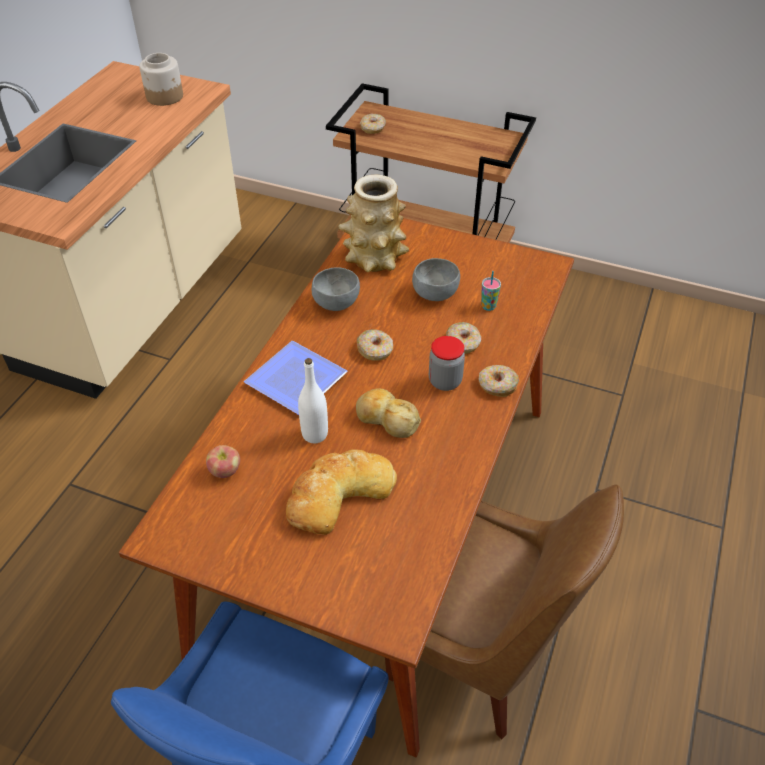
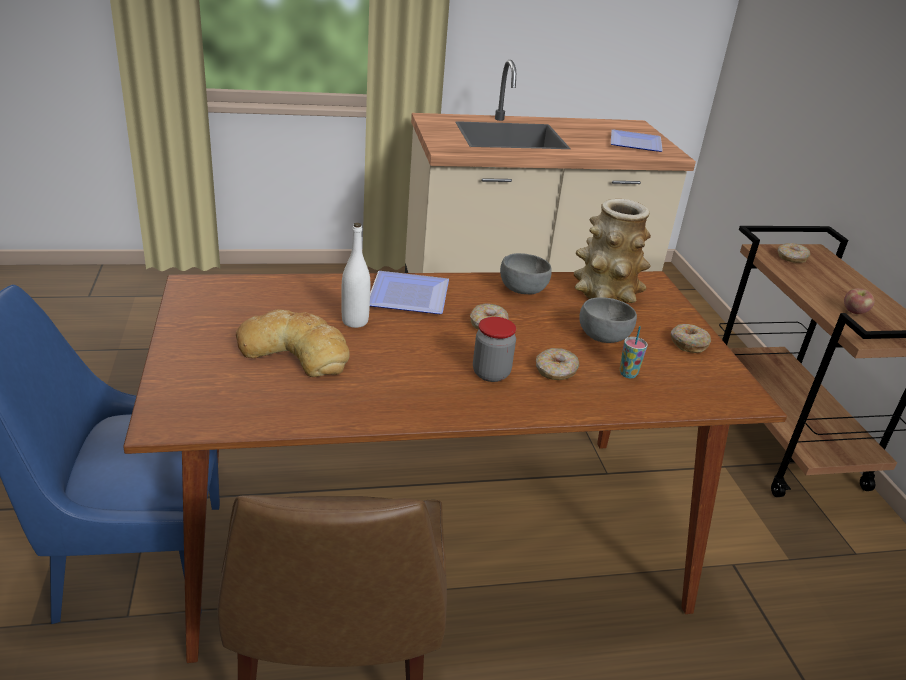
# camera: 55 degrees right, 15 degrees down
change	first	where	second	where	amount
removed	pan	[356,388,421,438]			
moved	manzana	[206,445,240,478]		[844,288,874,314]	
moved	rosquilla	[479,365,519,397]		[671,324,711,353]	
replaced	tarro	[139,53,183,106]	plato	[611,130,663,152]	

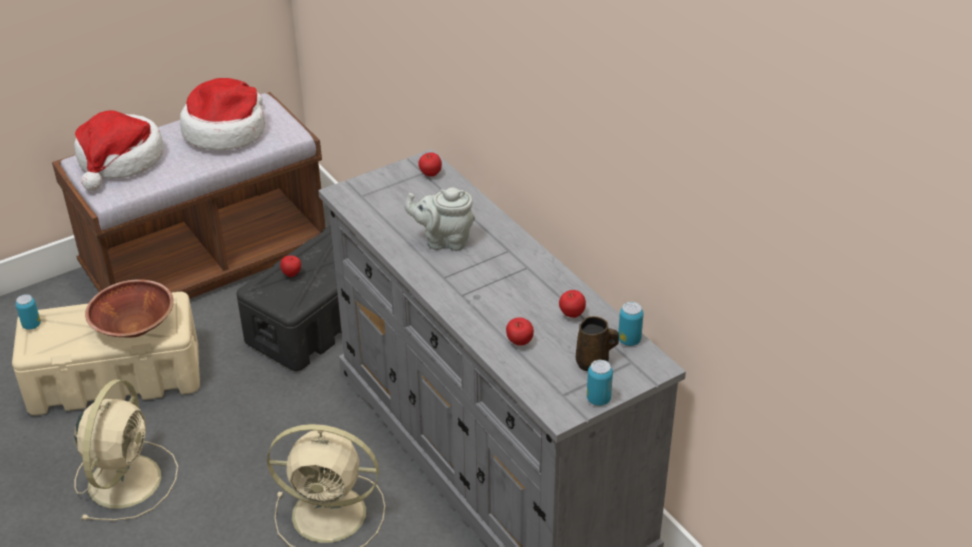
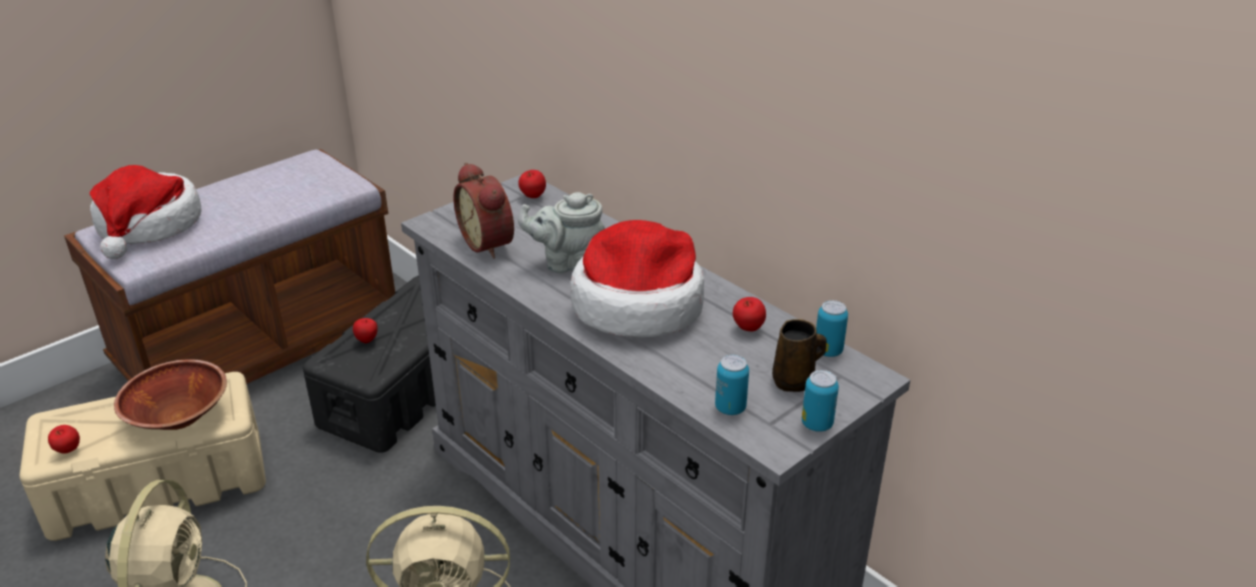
# camera: 10 degrees left, 5 degrees down
change	first	where	second	where	amount
added			despertador	[453,162,514,259]	
moved	lata	[15,294,41,330]		[715,355,749,415]	
moved	sombrero	[180,78,265,150]		[570,220,704,338]	
moved	manzana	[506,317,534,346]		[48,425,80,454]	

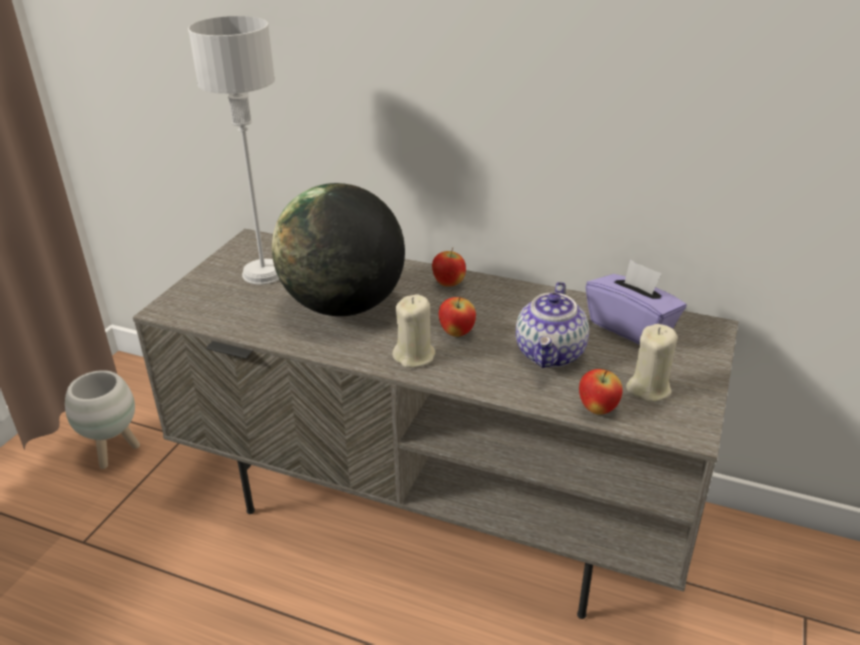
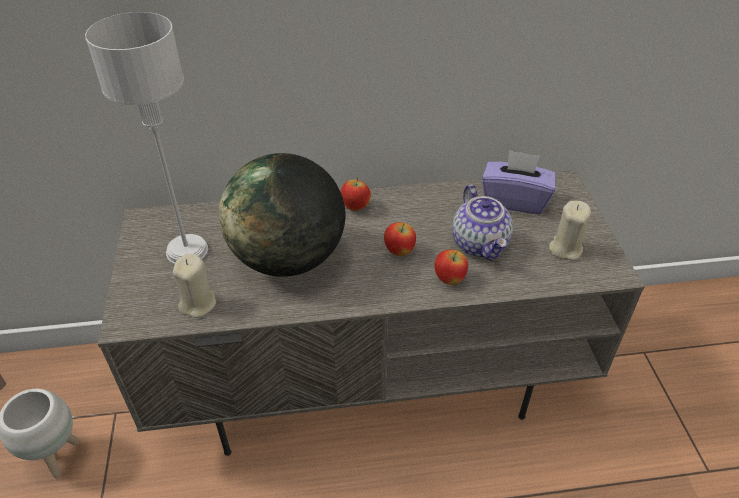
# camera: 30 degrees left, 10 degrees up
change	first	where	second	where	amount
moved	vela (beis)	[392,294,435,368]		[173,254,216,318]	
moved	manzana	[579,369,623,415]		[434,249,468,285]	

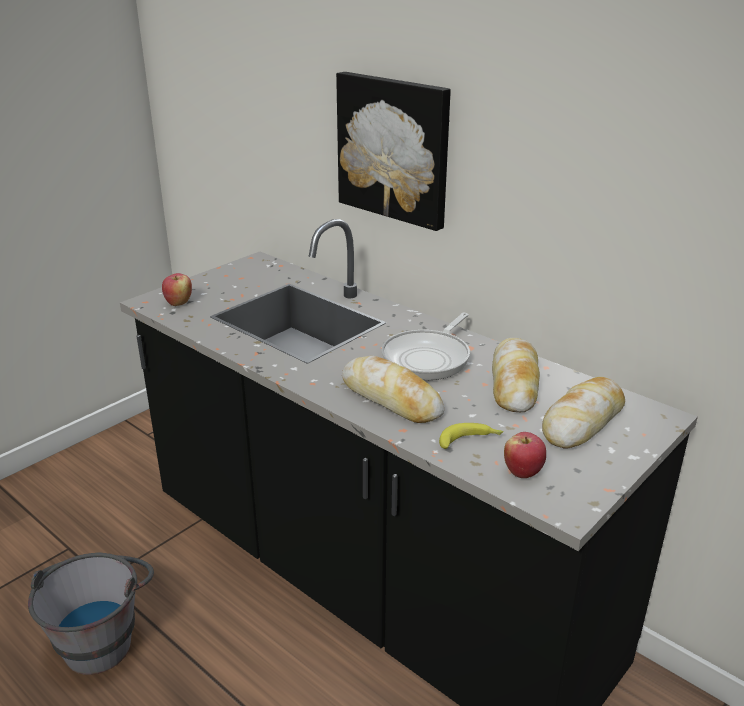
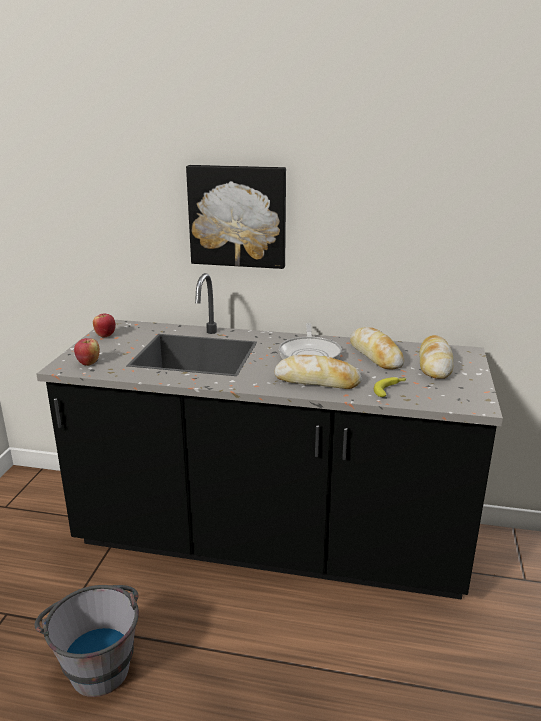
# camera: 30 degrees left, 5 degrees down
change	first	where	second	where	amount
moved	manzana	[504,432,546,478]		[93,314,116,337]	

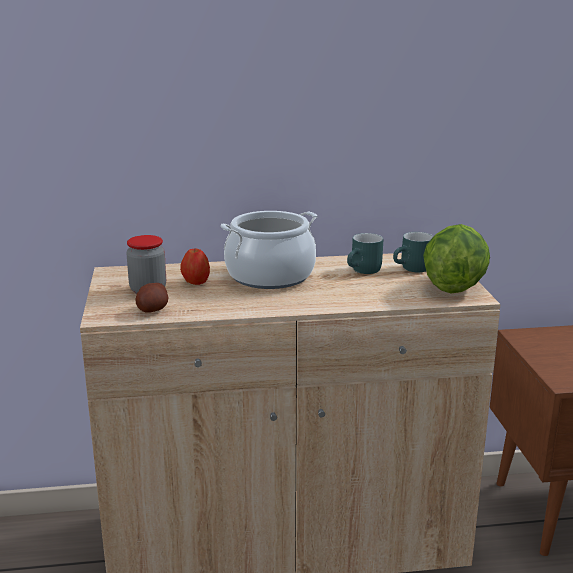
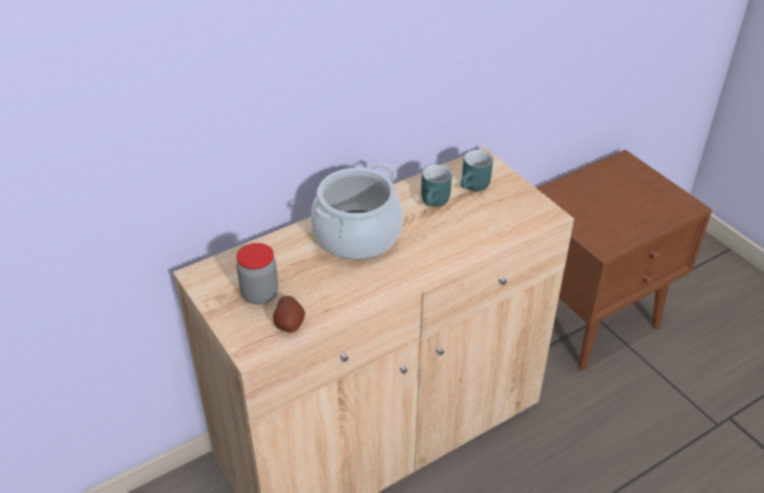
# camera: 25 degrees left, 20 degrees up
change	first	where	second	where	amount
removed	manzana	[180,249,210,285]			
removed	lechuga	[423,224,490,294]			

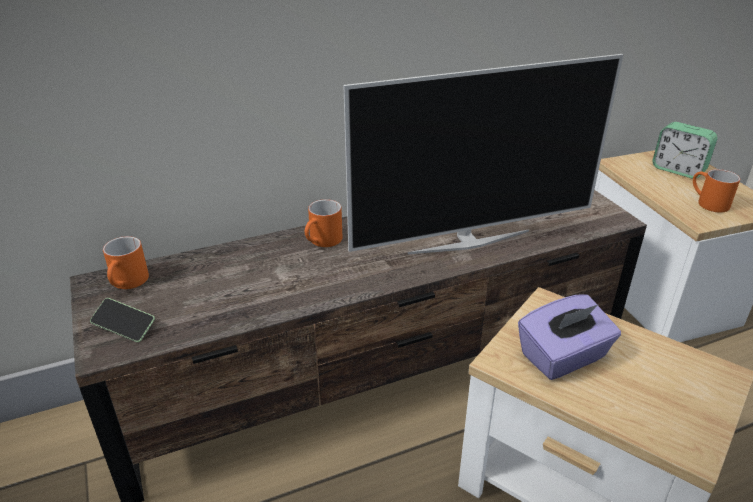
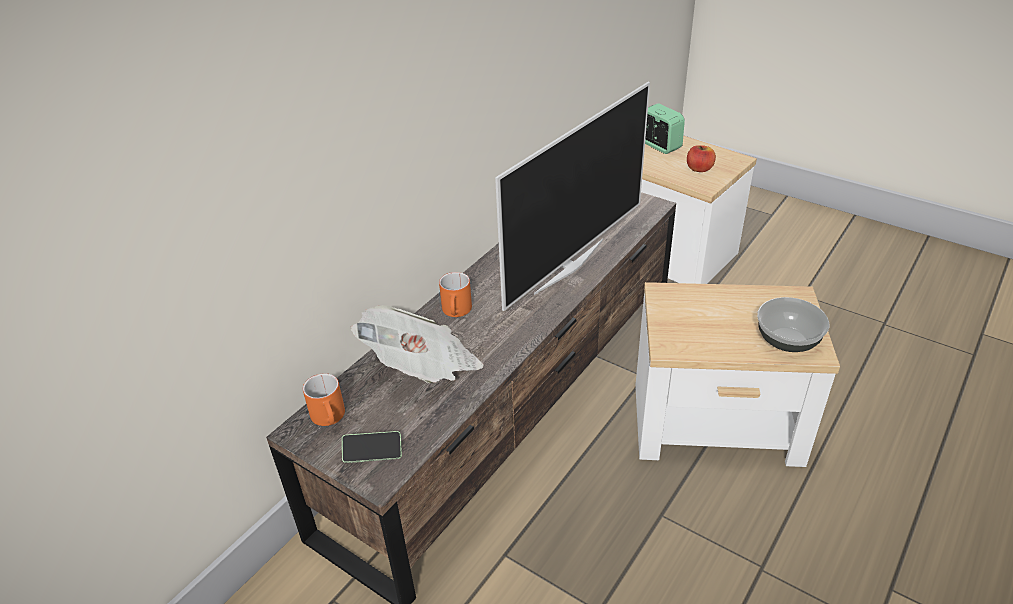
# camera: 30 degrees left, 5 degrees up
change	first	where	second	where	amount
removed	caja de pañuelos (morado)	[518,294,621,380]			
added			periódico	[350,305,484,384]	
added			cuenco	[757,297,829,352]	
replaced	taza grande (naranja)	[693,169,740,213]	manzana	[687,145,716,172]	
turned	despertador	[652,122,718,179]		[645,104,685,154]	135 degrees counterclockwise

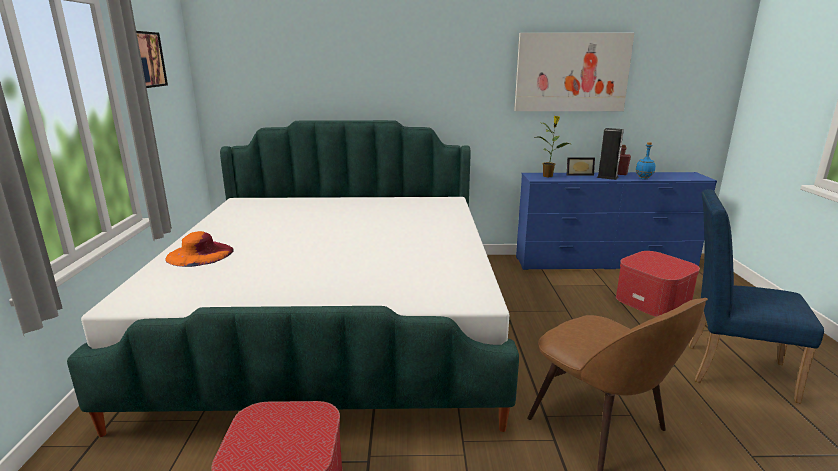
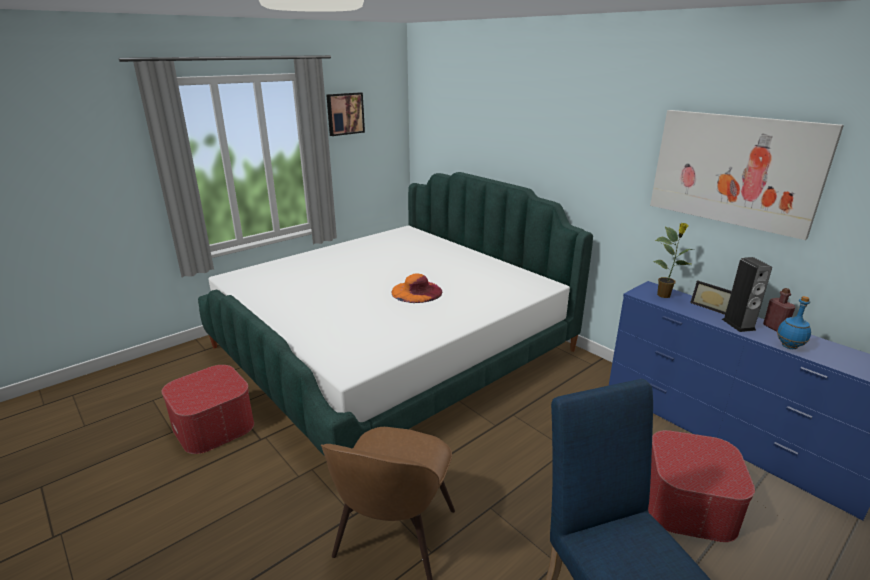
# camera: 50 degrees right, 5 degrees up
change	first	where	second	where	amount
moved	sombrero (naranja)	[165,231,234,267]		[392,273,442,303]	

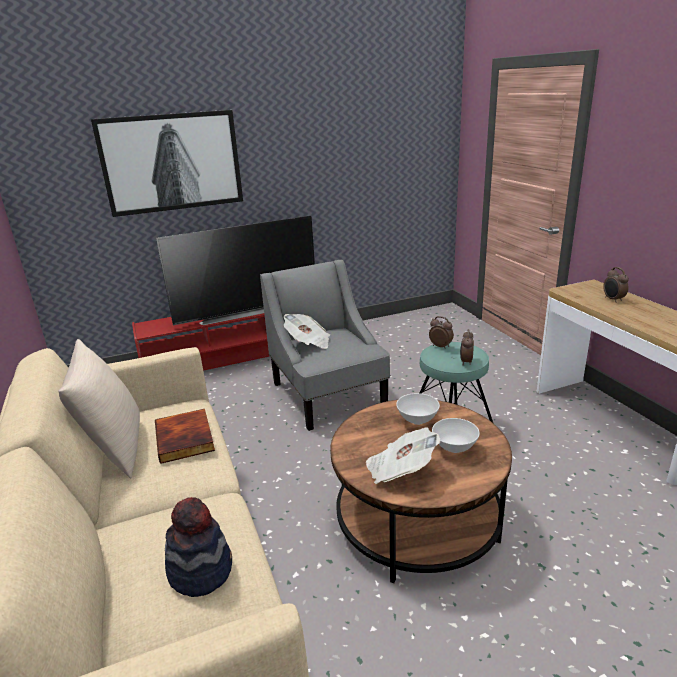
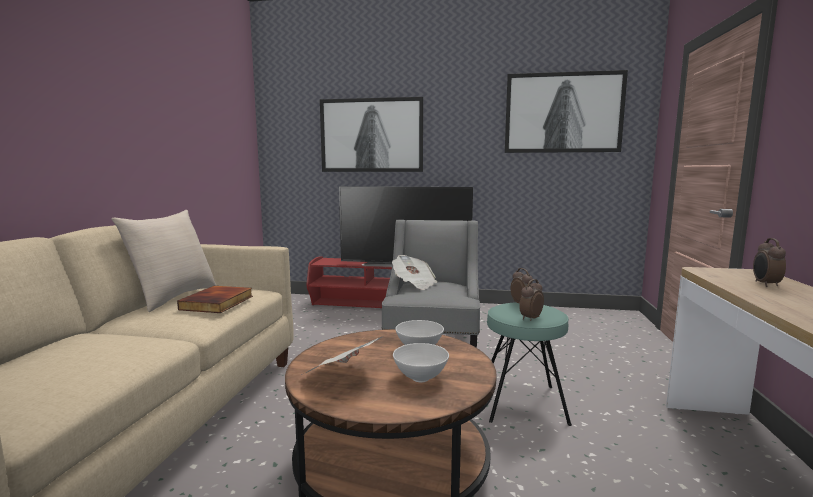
# camera: 30 degrees right, 15 degrees down
change	first	where	second	where	amount
removed	sombrero	[165,497,232,597]			
added			cuadro	[505,70,628,153]	

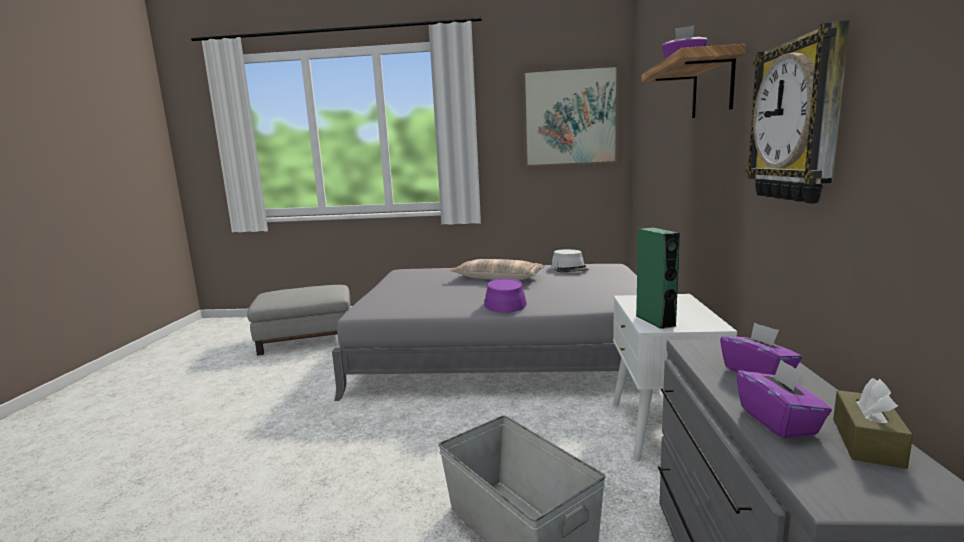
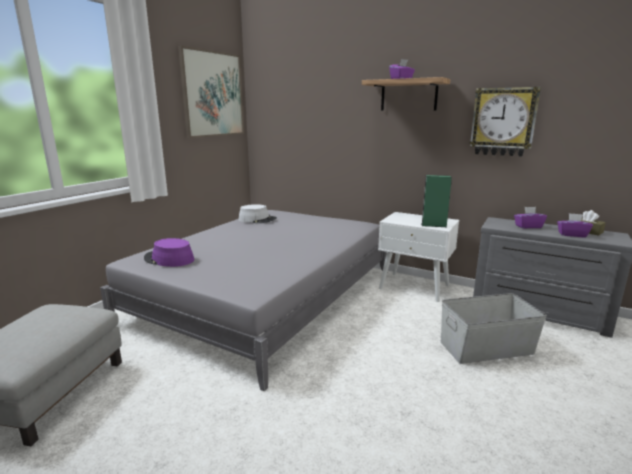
# camera: 65 degrees left, 5 degrees up
change	first	where	second	where	amount
removed	cojín	[450,259,544,280]			
moved	sombrero (morado)	[484,278,527,313]		[144,238,194,267]	

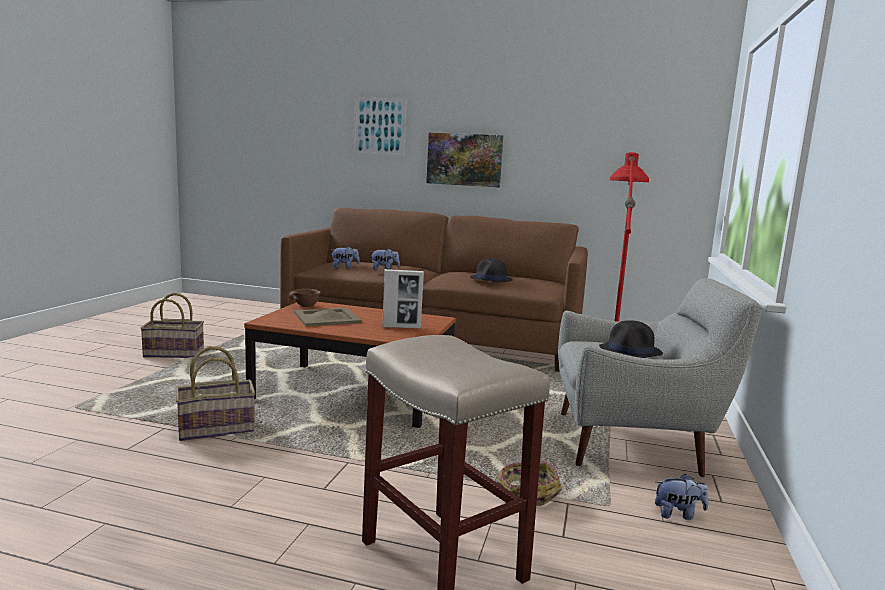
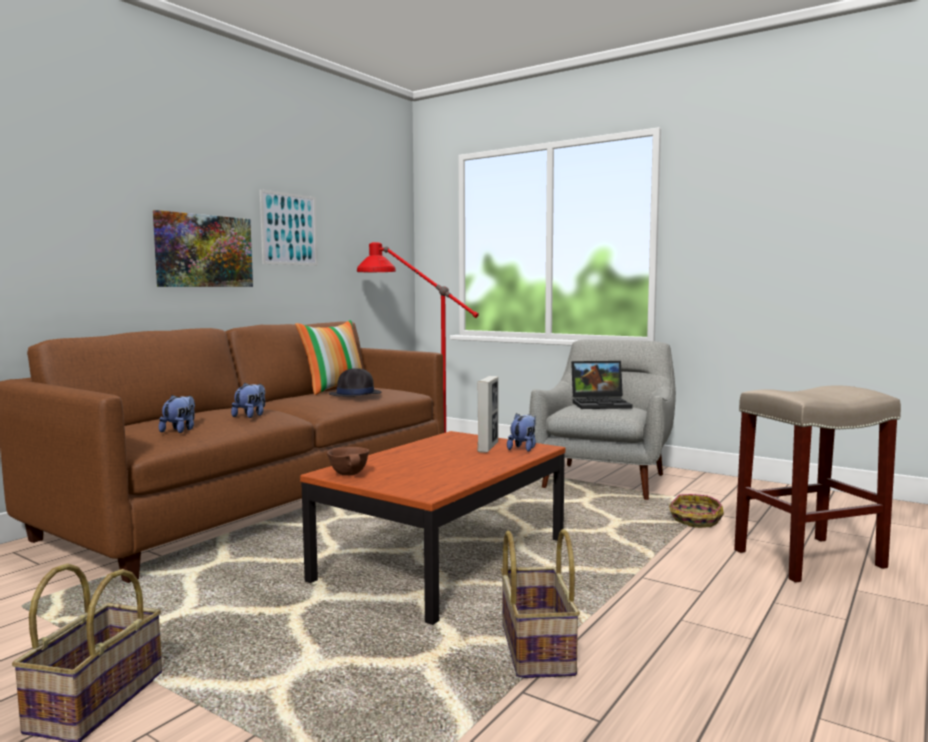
# camera: 70 degrees left, 5 degrees down
change	first	where	second	where	amount
removed	bandeja (beis)	[294,307,362,326]			
added			cojín	[295,320,362,395]	
moved	cuadro	[353,97,407,156]		[260,189,318,266]	
moved	peluche	[655,474,709,520]		[507,413,536,452]	
replaced	sombrero (negro)	[599,320,663,358]	portátil	[571,361,633,409]	

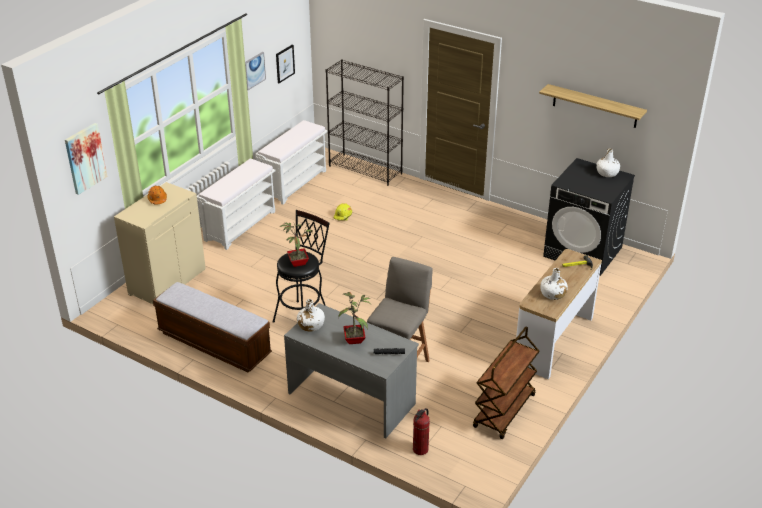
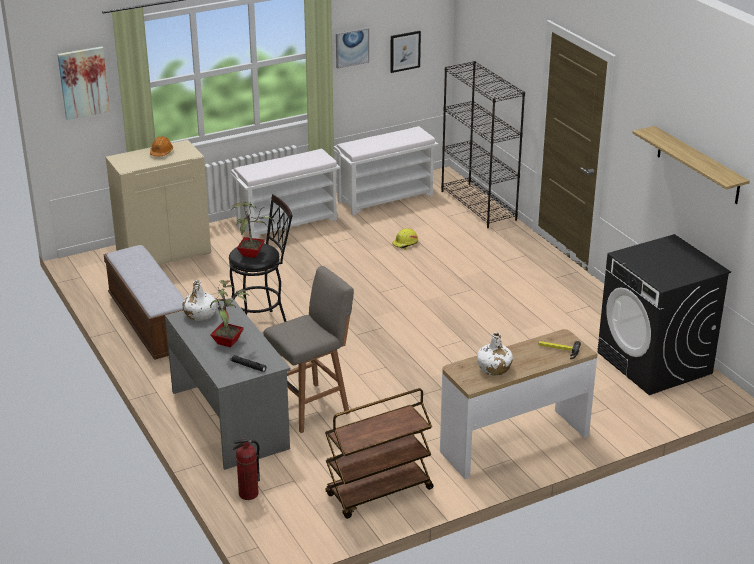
# camera: 30 degrees right, 5 degrees down
change	first	where	second	where	amount
removed	botella (blanco)	[596,148,620,177]			

